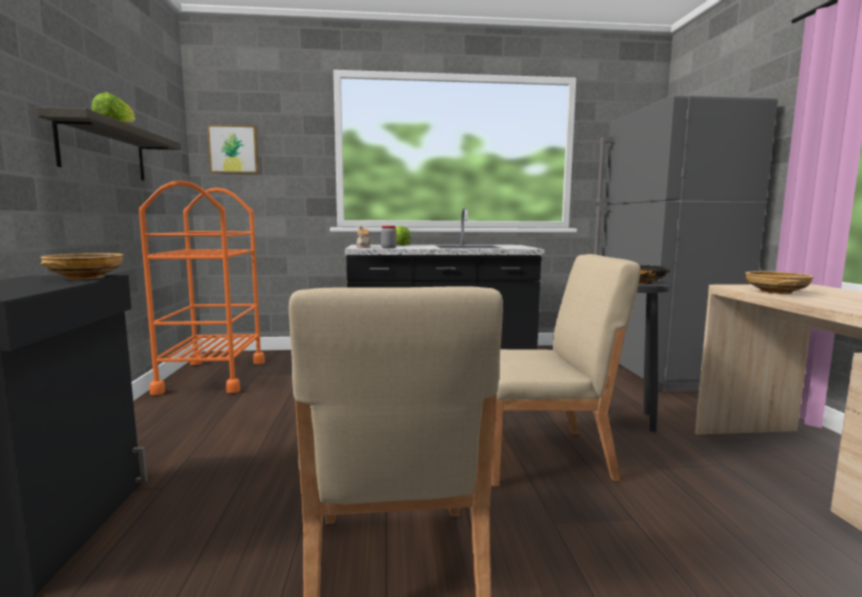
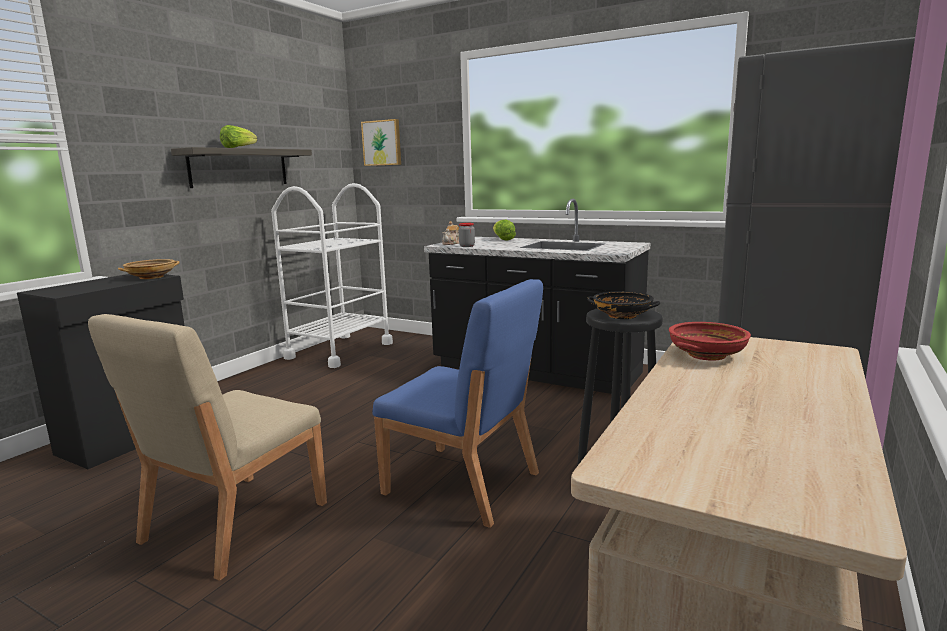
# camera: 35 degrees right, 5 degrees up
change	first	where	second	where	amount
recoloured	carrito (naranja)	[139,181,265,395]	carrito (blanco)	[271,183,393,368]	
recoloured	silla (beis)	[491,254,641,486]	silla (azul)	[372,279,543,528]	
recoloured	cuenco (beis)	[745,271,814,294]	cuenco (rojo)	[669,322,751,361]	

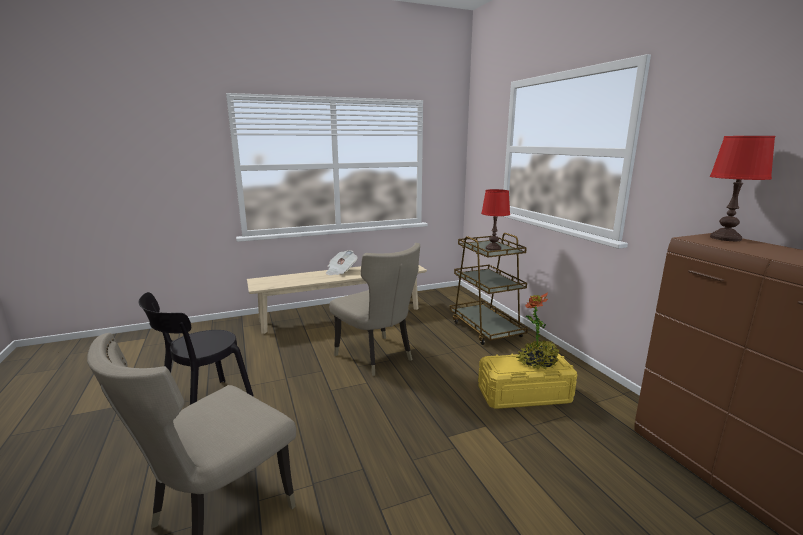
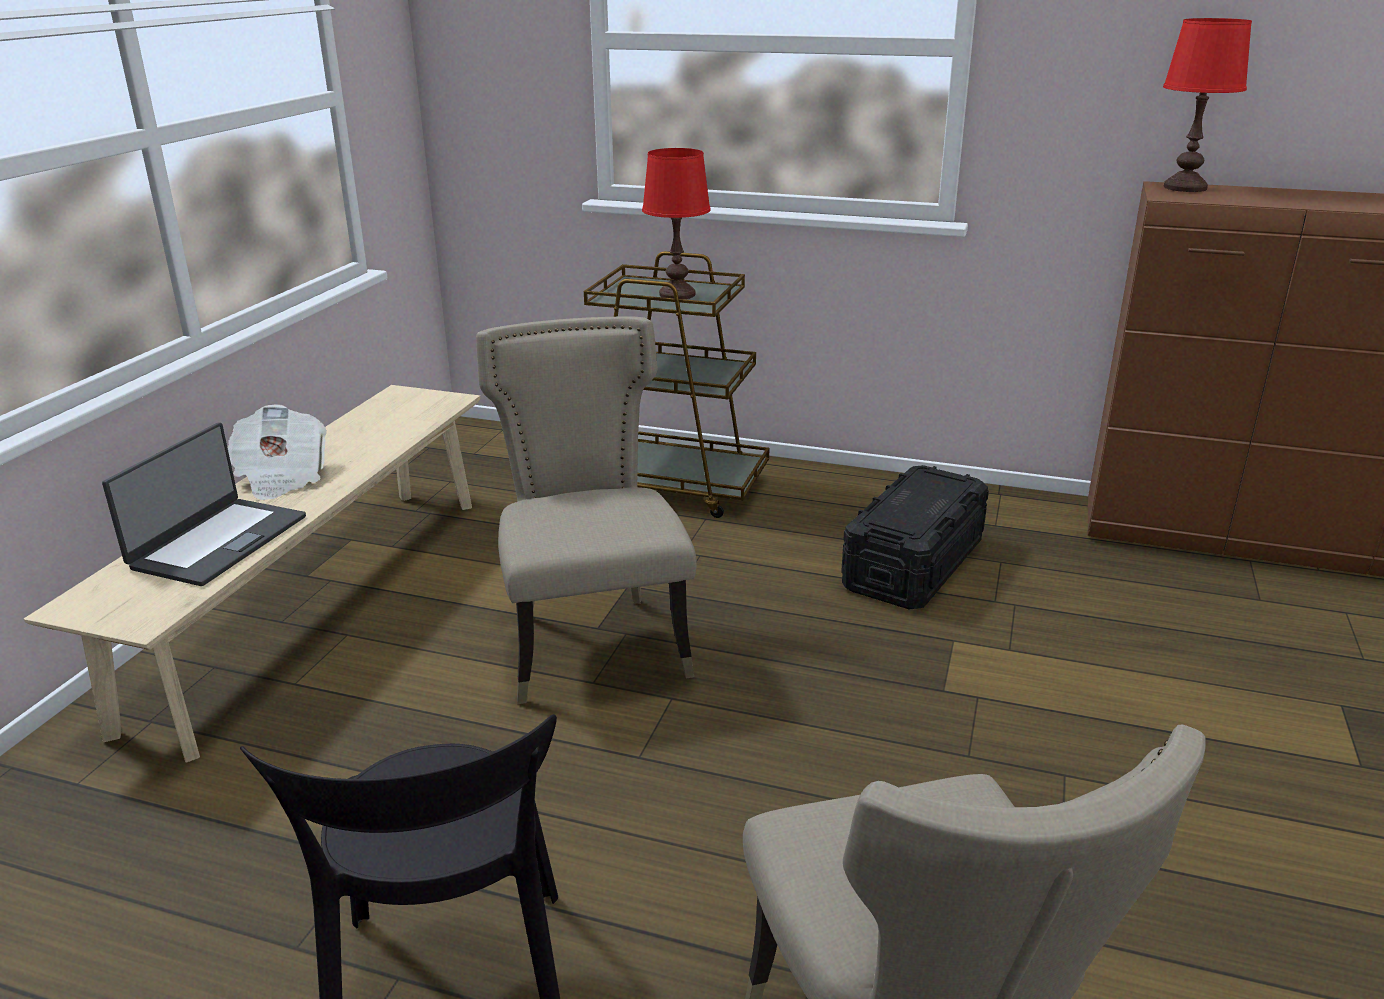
# camera: 50 degrees left, 10 degrees up
change	first	where	second	where	amount
removed	planta en maceta	[516,293,560,370]			
added			portátil	[102,423,306,586]	
recoloured	caja de almacenaje (amarillo)	[478,354,577,409]	caja de almacenaje (negro)	[841,465,989,610]	
turned	silla (beis)	[329,243,420,376]		[476,316,697,704]	105 degrees counterclockwise

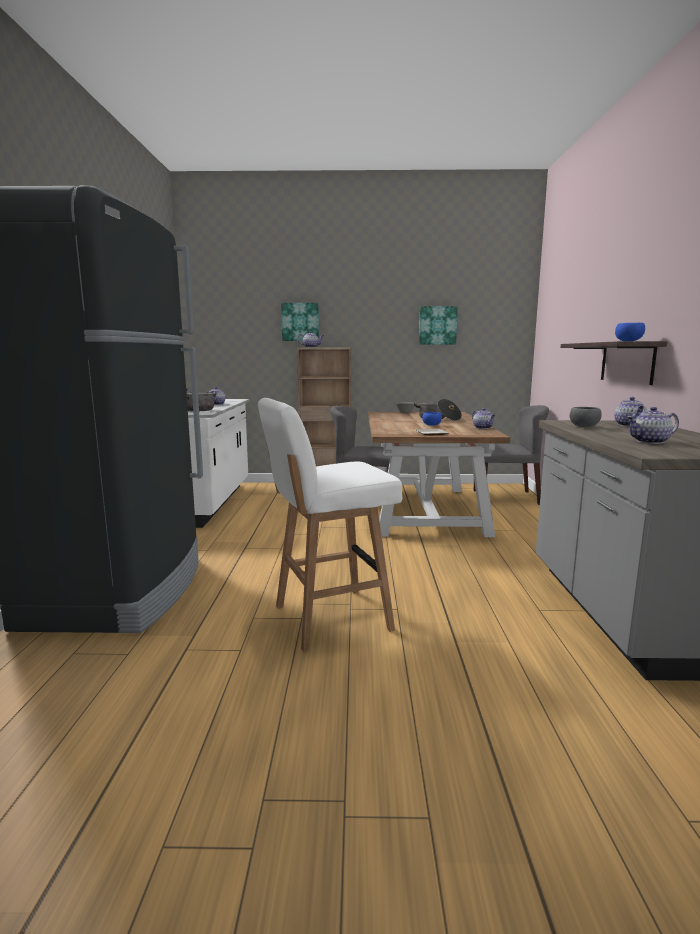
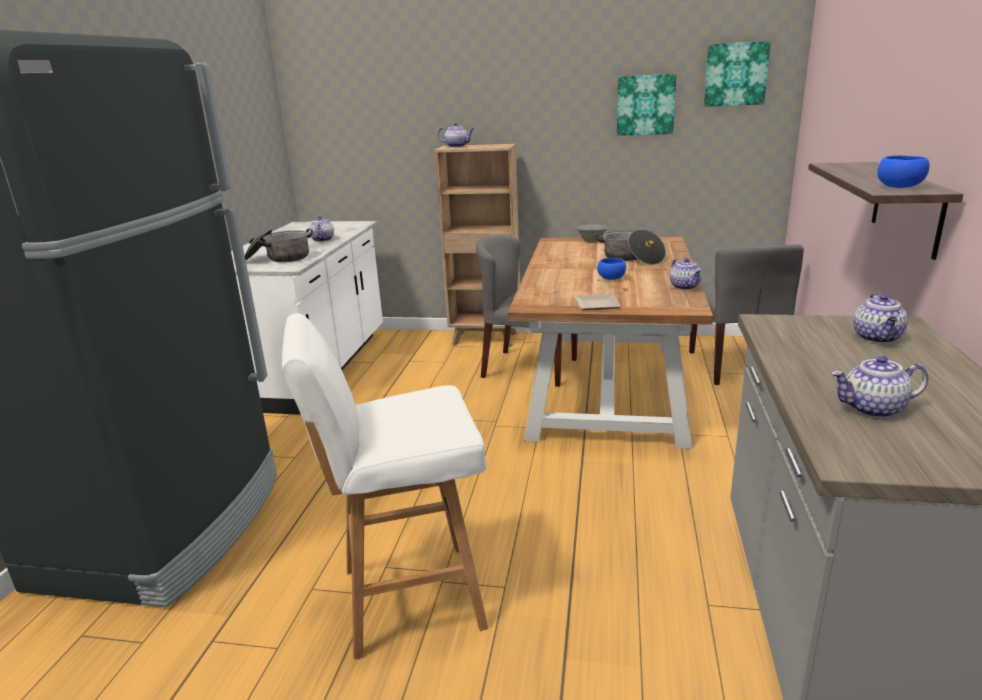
# camera: 10 degrees right, 10 degrees up
change	first	where	second	where	amount
removed	cuenco (gris)	[570,407,602,427]			
moved	cuadro	[281,303,319,341]		[704,41,771,107]	
turned	silla (gris)	[474,405,549,505]		[689,244,804,385]	75 degrees clockwise

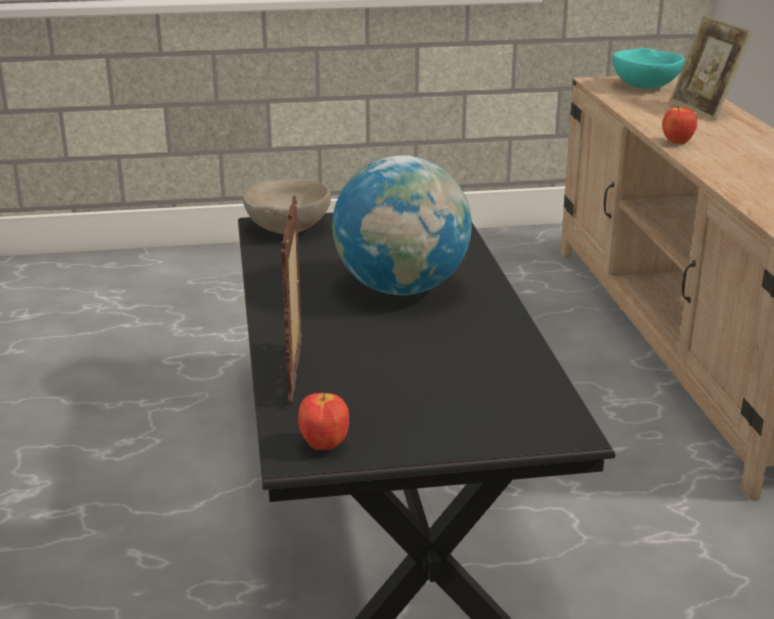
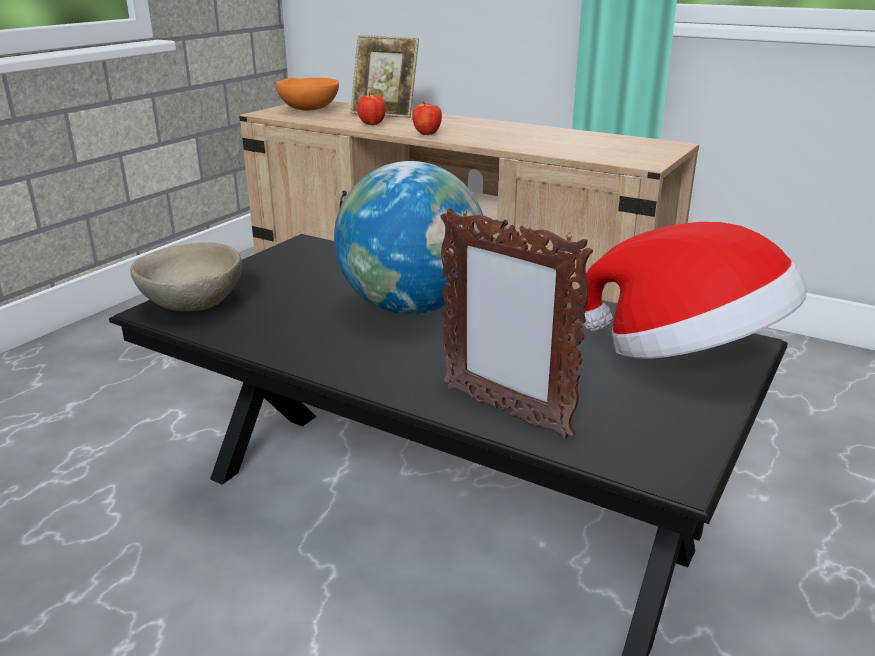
# camera: 50 degrees left, 0 degrees up
change	first	where	second	where	amount
added			sombrero	[581,222,807,359]	
moved	manzana	[298,391,349,450]		[357,93,386,126]	
recoloured	cuenco (turquesa)	[613,48,685,88]	cuenco (naranja)	[276,78,339,111]	

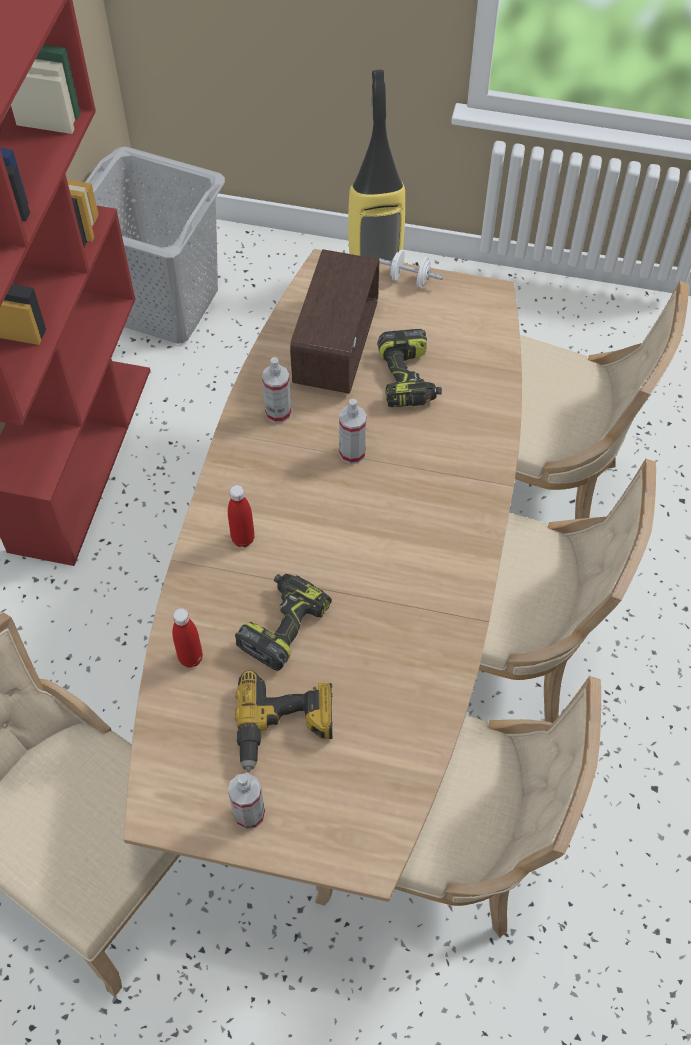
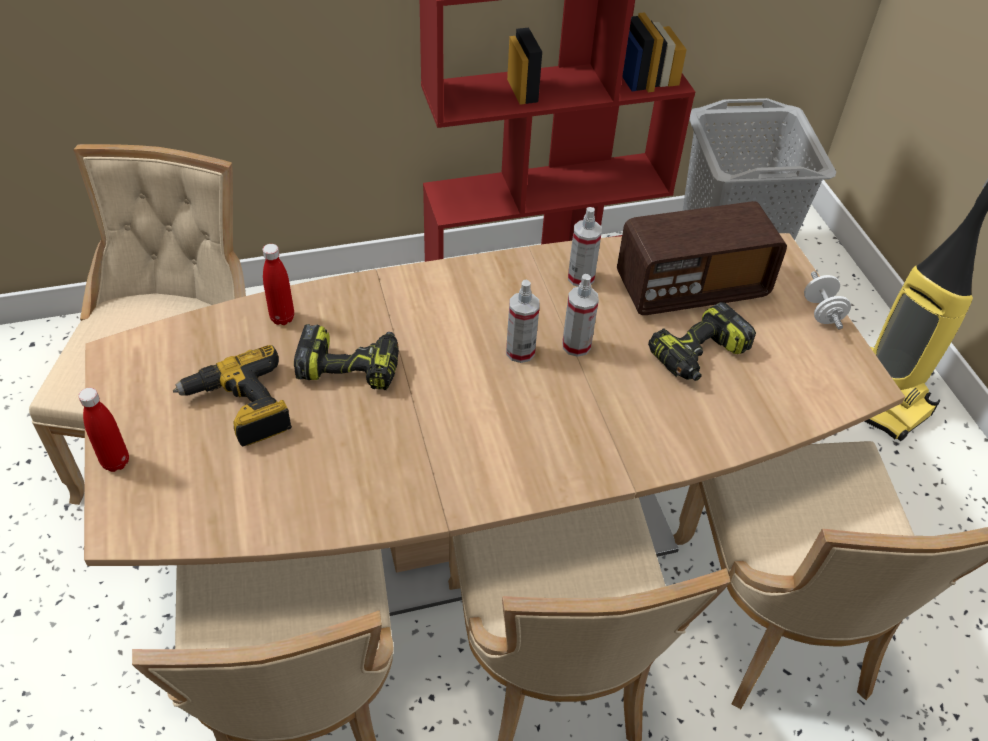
# camera: 60 degrees right, 10 degrees down
change	first	where	second	where	amount
moved	botella (rojo)	[228,485,255,547]		[78,388,129,472]	
moved	pulverizador	[228,773,265,829]		[506,280,540,363]	

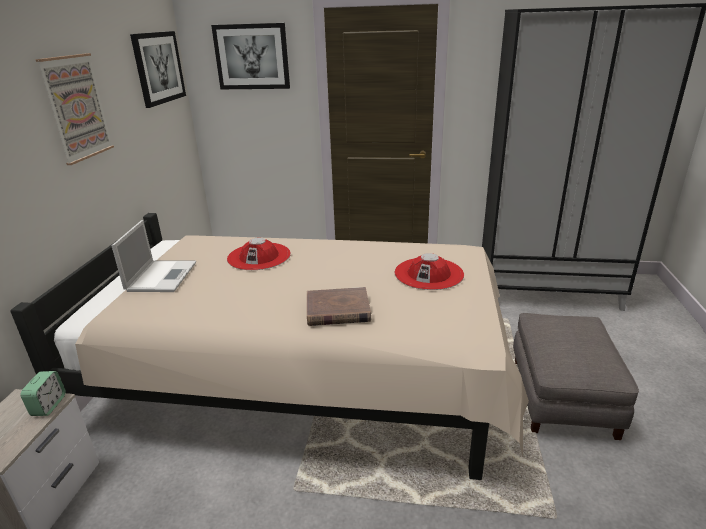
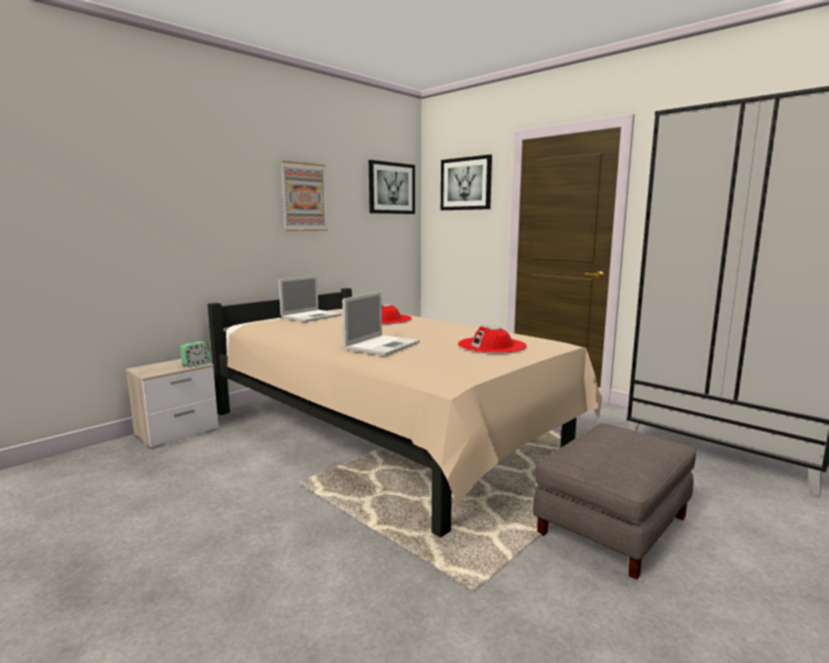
# camera: 35 degrees right, 15 degrees down
change	first	where	second	where	amount
replaced	libro (marrón)	[307,287,371,326]	portátil	[342,291,420,356]	

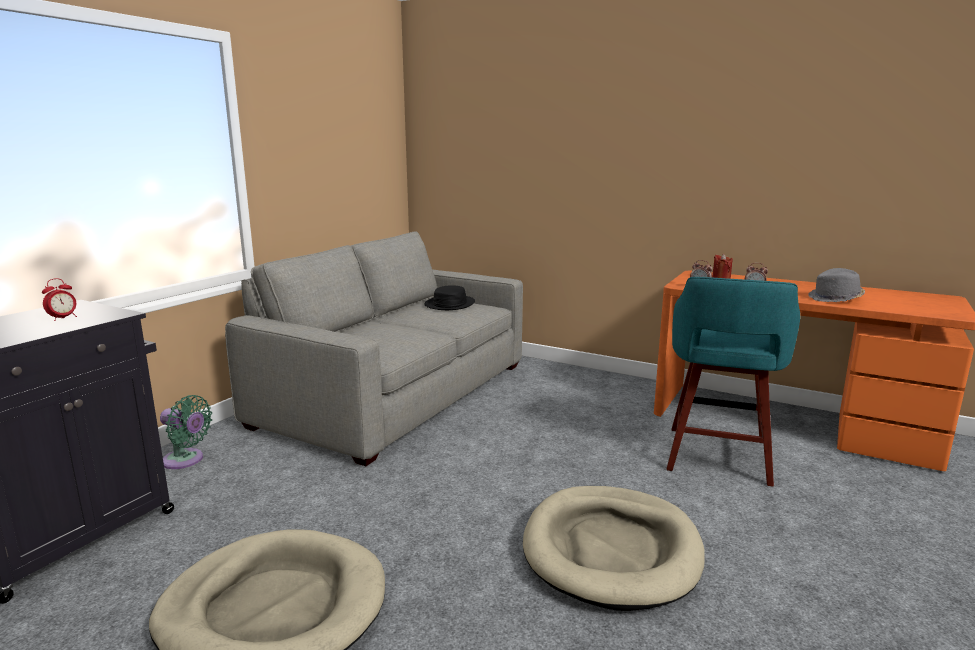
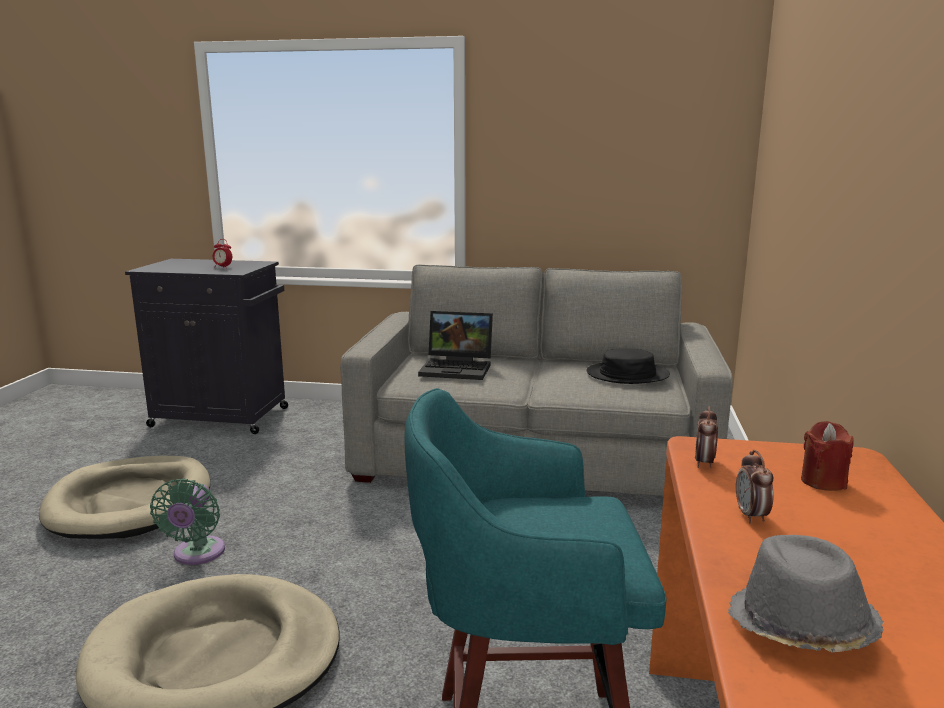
# camera: 70 degrees right, 0 degrees up
change	first	where	second	where	amount
added			portátil	[418,311,493,380]	
moved	ventilador (verde)	[160,395,212,469]		[150,478,225,565]	

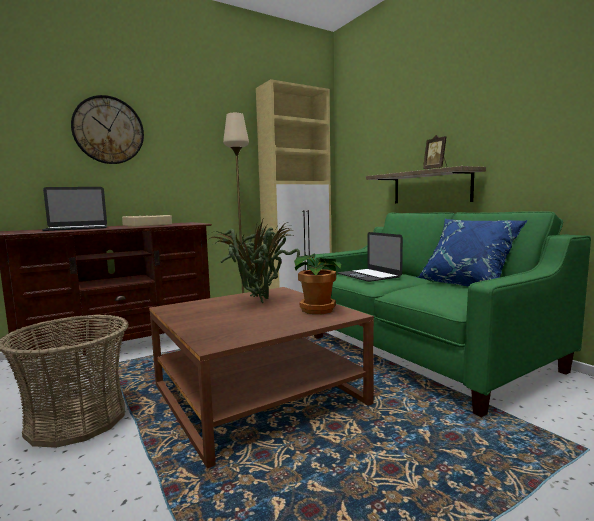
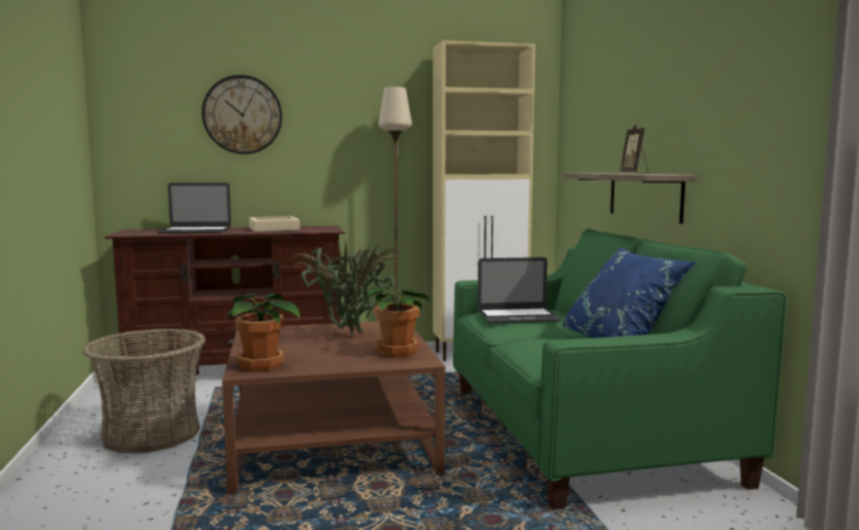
# camera: 20 degrees right, 0 degrees up
change	first	where	second	where	amount
added			planta en maceta	[226,293,300,372]	
turned	portátil	[338,232,403,282]		[478,257,561,323]	90 degrees counterclockwise

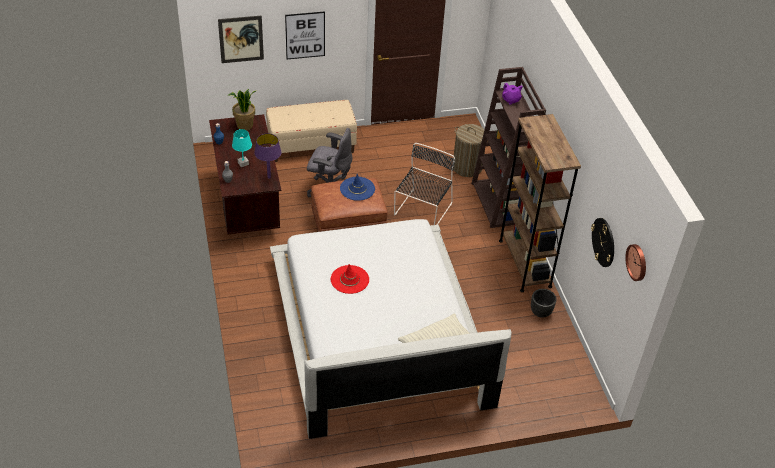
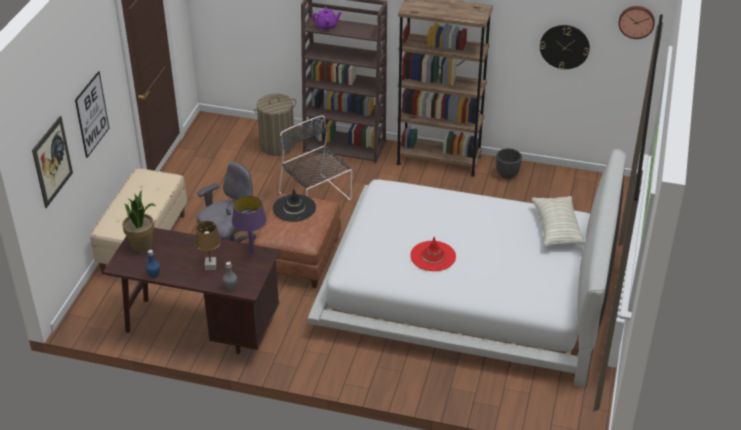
# camera: 60 degrees left, 5 degrees down
change	first	where	second	where	amount
recoloured	lámpara de mesa (turquesa)	[232,129,252,167]	lámpara de mesa (marrón)	[195,221,221,270]	
recoloured	sombrero (azul)	[340,174,375,201]	sombrero (negro)	[273,189,316,222]	

